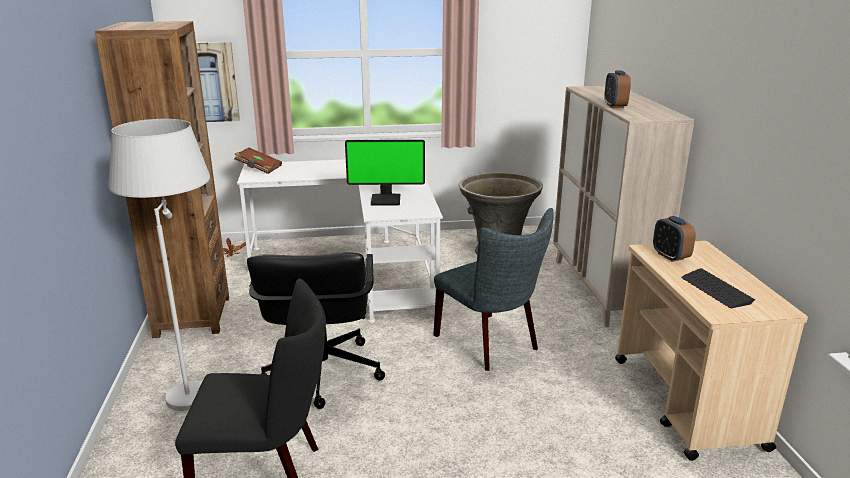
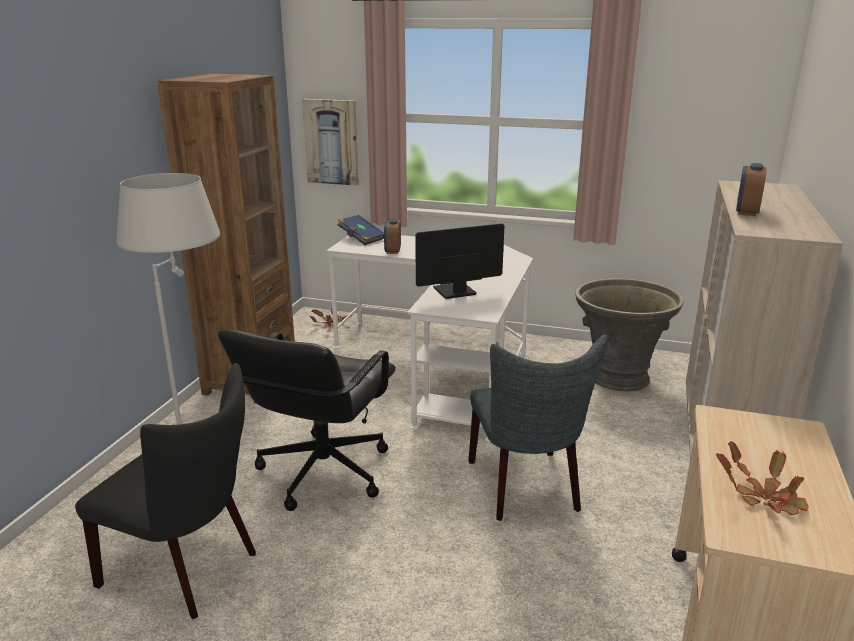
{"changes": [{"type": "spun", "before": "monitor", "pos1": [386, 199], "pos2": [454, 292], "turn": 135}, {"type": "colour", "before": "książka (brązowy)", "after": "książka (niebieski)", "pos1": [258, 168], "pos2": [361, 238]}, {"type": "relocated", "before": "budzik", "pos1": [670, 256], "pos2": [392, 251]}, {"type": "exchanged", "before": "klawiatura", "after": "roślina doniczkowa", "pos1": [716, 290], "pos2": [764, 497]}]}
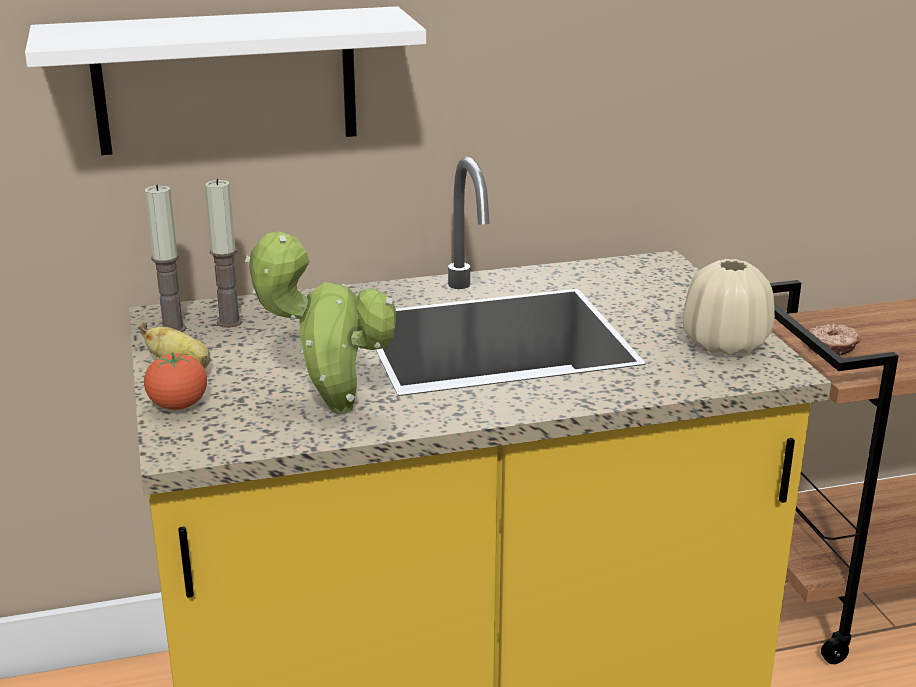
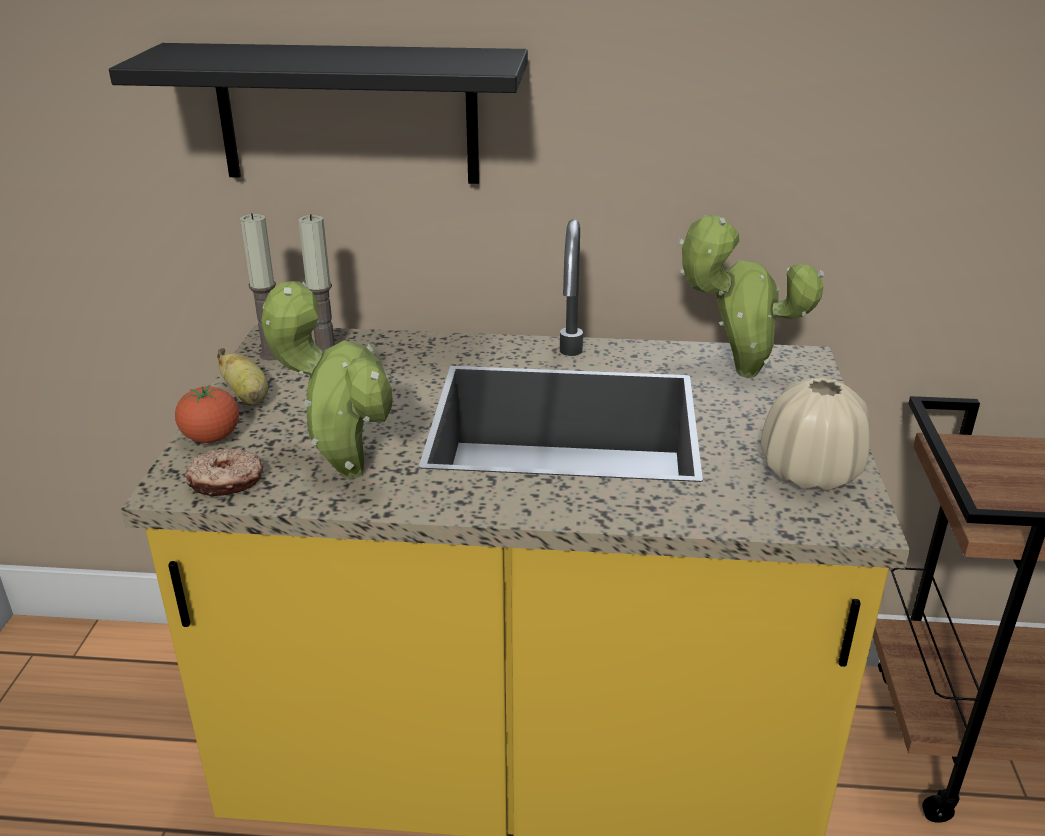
{"changes": [{"type": "colour", "before": "półka (biały)", "after": "półka (czarny)", "pos1": [226, 81], "pos2": [348, 114]}, {"type": "relocated", "before": "donut", "pos1": [832, 347], "pos2": [226, 482]}, {"type": "appeared", "after": "roślina doniczkowa", "pos2": [738, 373]}]}
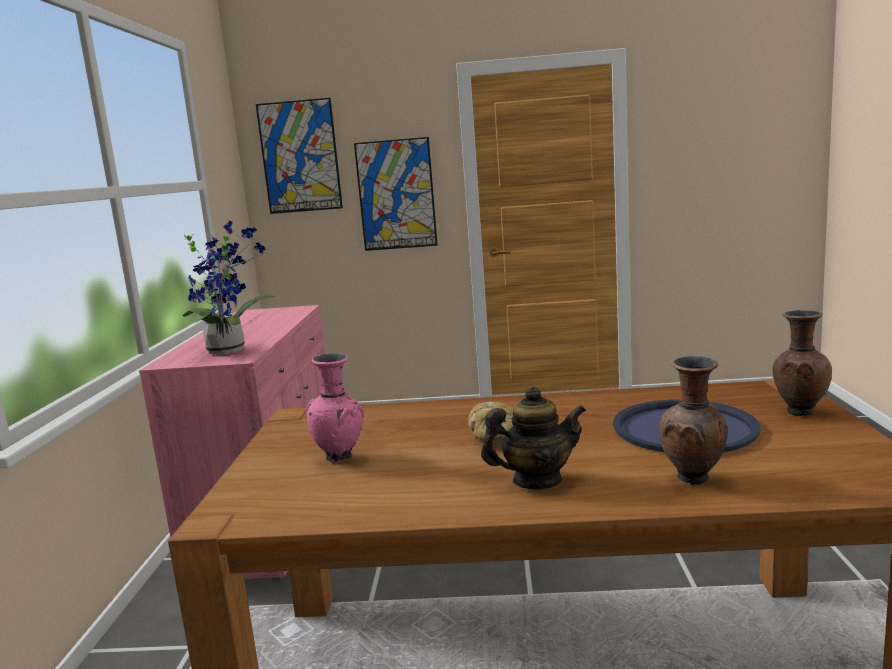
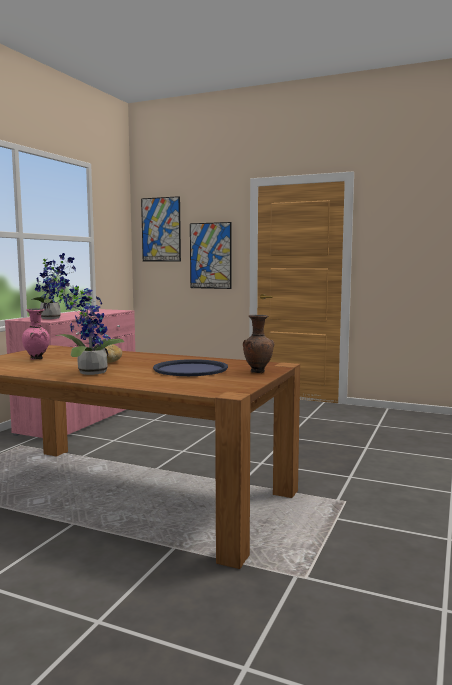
{"changes": [{"type": "missing", "before": "wazon (brązowy)", "pos1": [693, 480]}, {"type": "exchanged", "before": "imbryk", "after": "roślina doniczkowa", "pos1": [536, 481], "pos2": [88, 373]}]}
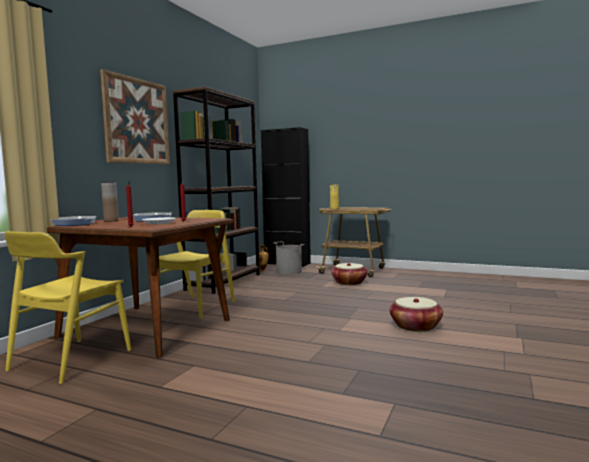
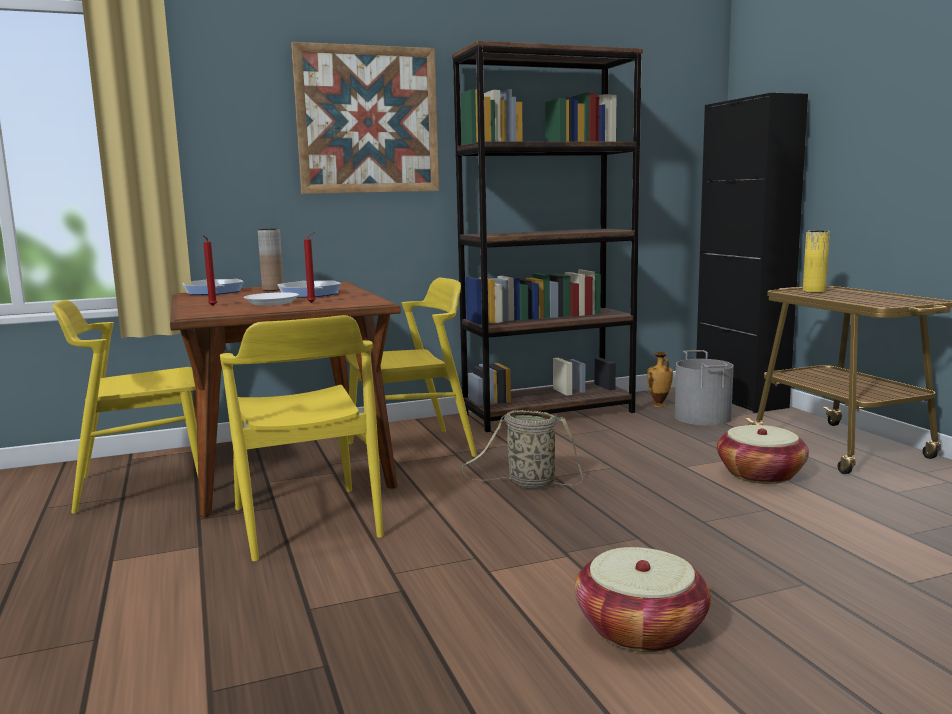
{"changes": [{"type": "appeared", "after": "krzesło (żółty)", "pos2": [305, 523]}, {"type": "appeared", "after": "koszyk", "pos2": [528, 483]}]}
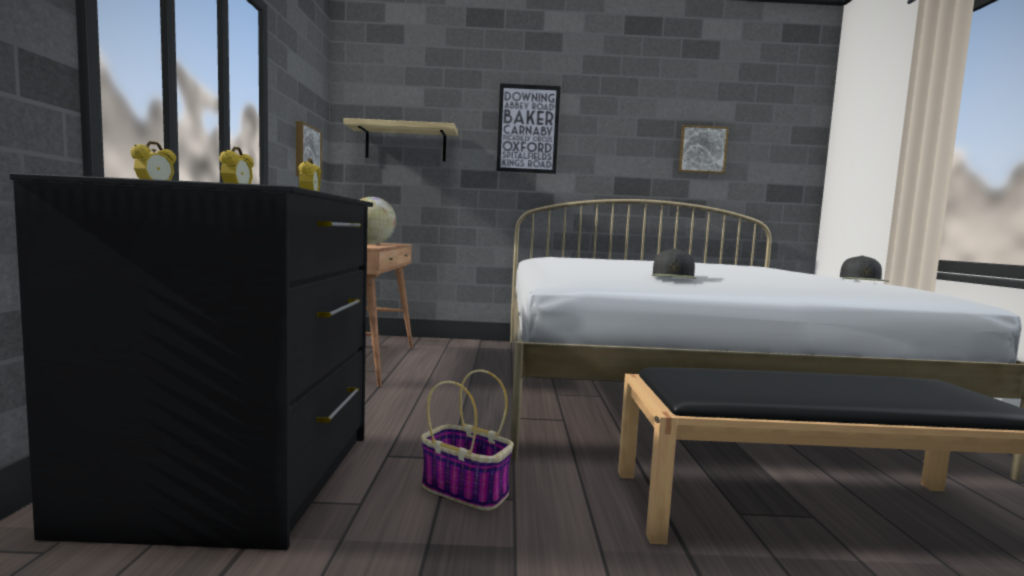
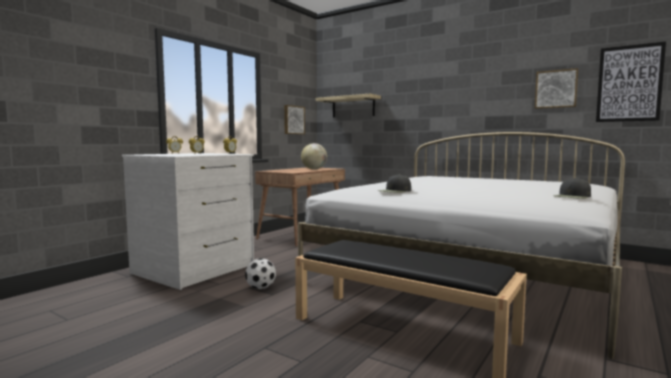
{"changes": [{"type": "relocated", "before": "obraz", "pos1": [528, 129], "pos2": [629, 83]}, {"type": "colour", "before": "komoda (czarny)", "after": "komoda (biały)", "pos1": [238, 479], "pos2": [195, 269]}, {"type": "exchanged", "before": "koszyk", "after": "piłka futbolowa", "pos1": [467, 490], "pos2": [261, 288]}]}
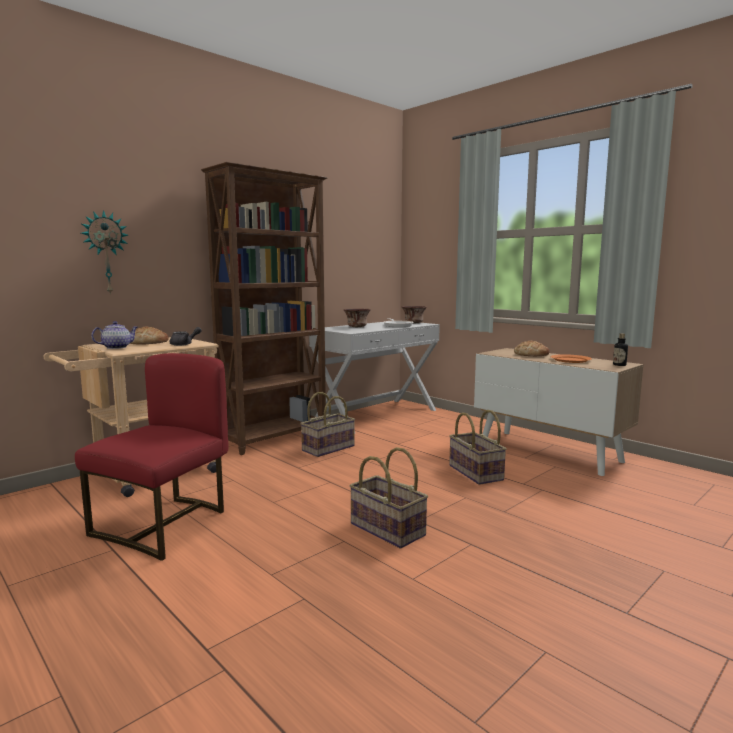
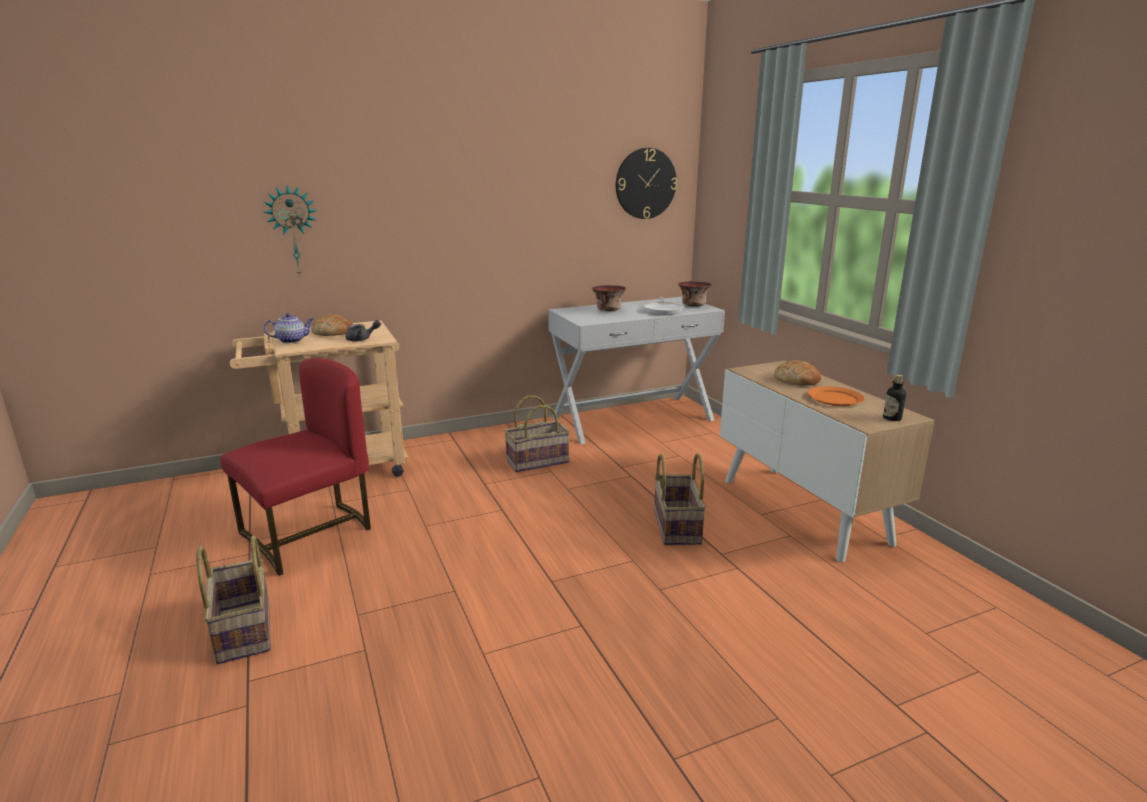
{"changes": [{"type": "missing", "before": "regał (brązowy)", "pos1": [276, 438]}, {"type": "relocated", "before": "koszyk", "pos1": [386, 530], "pos2": [242, 630]}, {"type": "appeared", "after": "zegar ścienny", "pos2": [645, 183]}]}
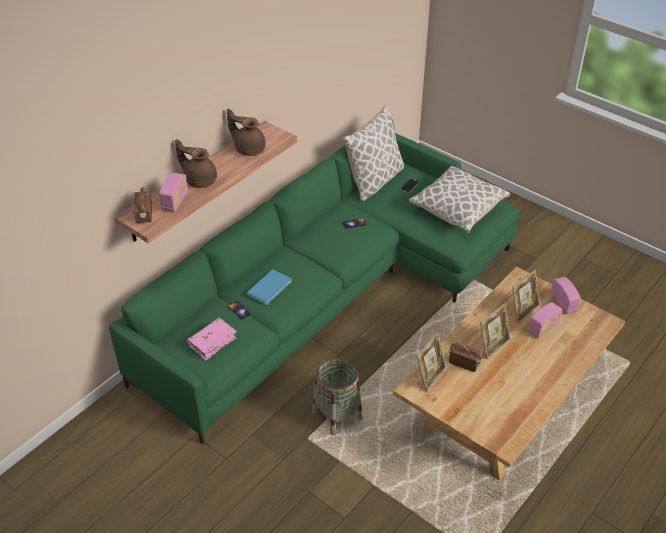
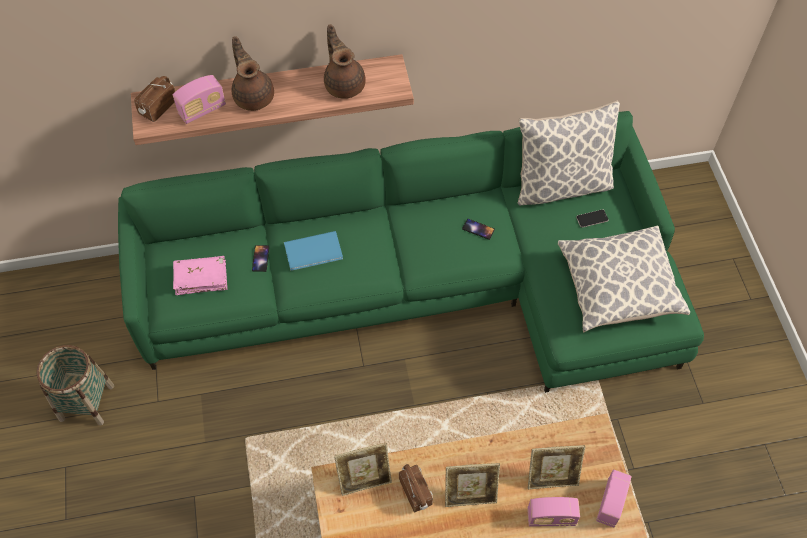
{"changes": [{"type": "relocated", "before": "koszyk", "pos1": [337, 415], "pos2": [87, 402]}]}
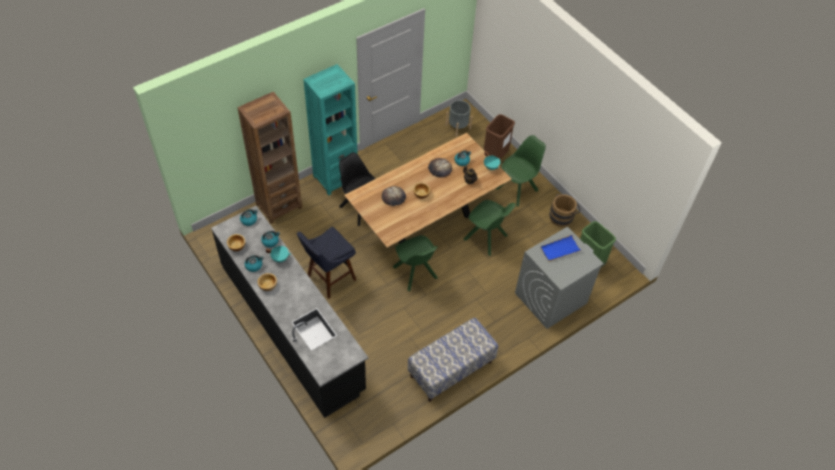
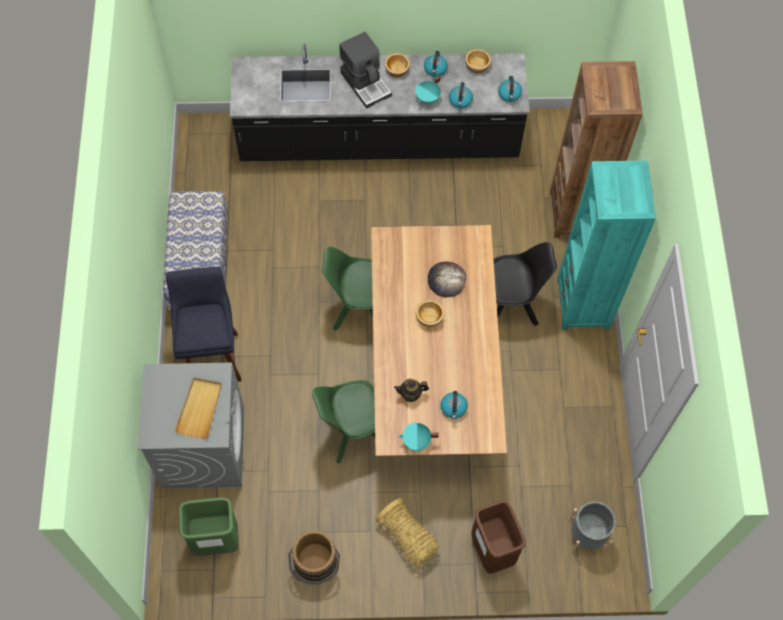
{"changes": [{"type": "exchanged", "before": "krzesło (zielony)", "after": "koszyk", "pos1": [517, 189], "pos2": [408, 538]}, {"type": "missing", "before": "chleb", "pos1": [440, 168]}, {"type": "relocated", "before": "stołek (niebieski)", "pos1": [329, 279], "pos2": [212, 355]}, {"type": "colour", "before": "taca (niebieski)", "after": "taca (beżowy)", "pos1": [560, 249], "pos2": [200, 408]}, {"type": "appeared", "after": "ekspres do kawy", "pos2": [366, 83]}]}
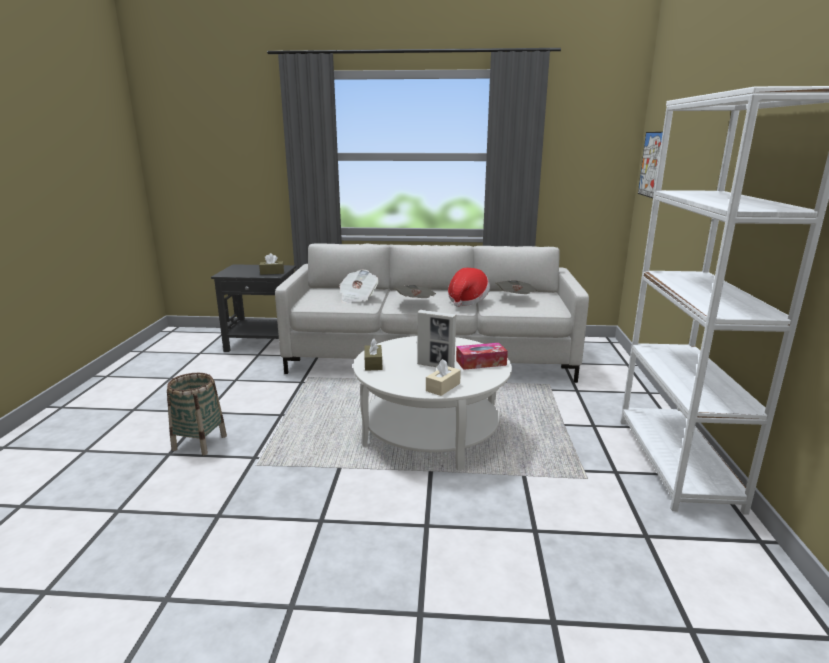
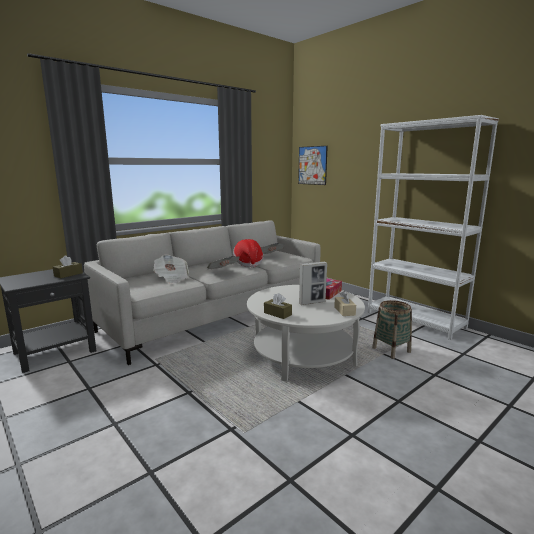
{"changes": [{"type": "relocated", "before": "koszyk", "pos1": [199, 443], "pos2": [391, 350]}]}
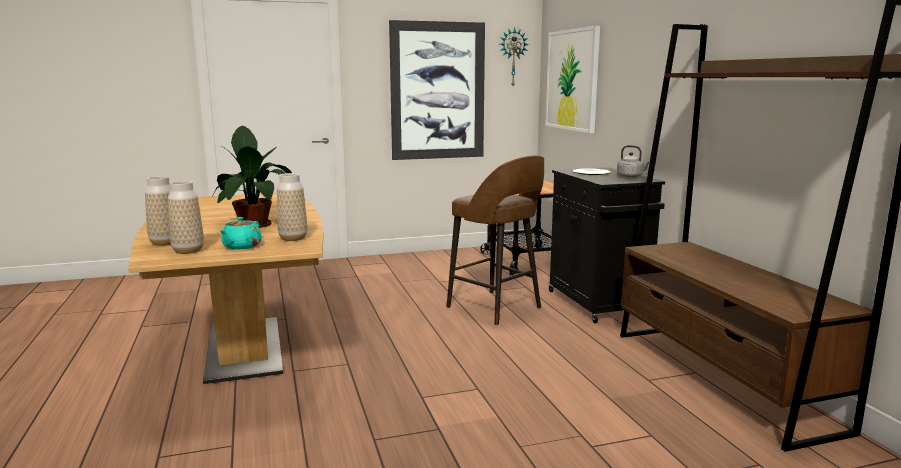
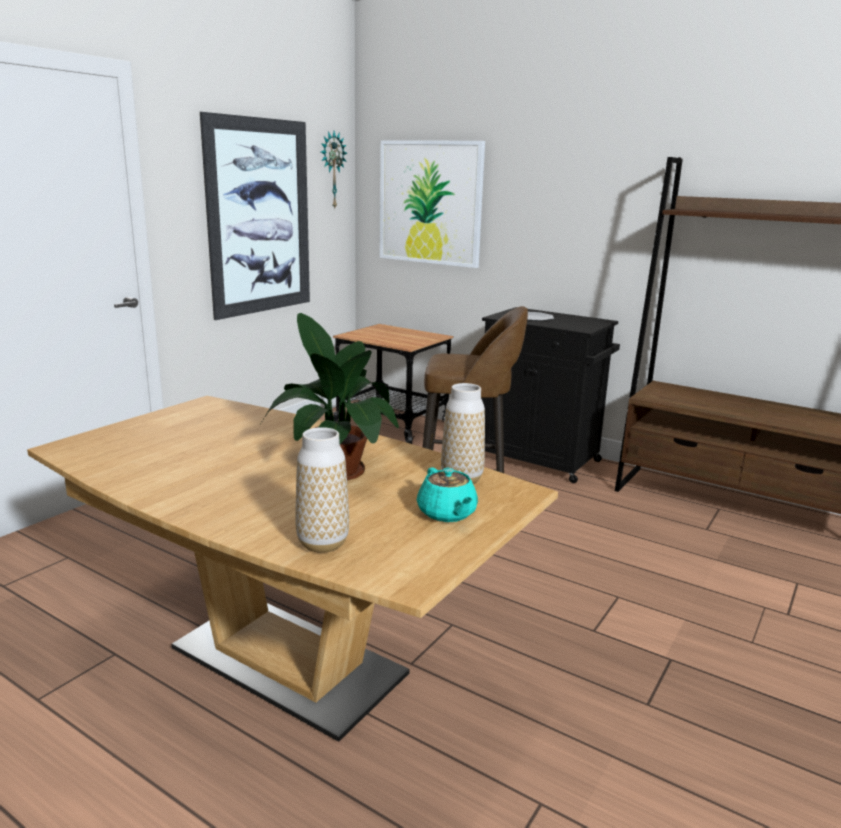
{"changes": [{"type": "missing", "before": "czajnik (szary)", "pos1": [631, 176]}, {"type": "missing", "before": "wazon", "pos1": [188, 251]}]}
